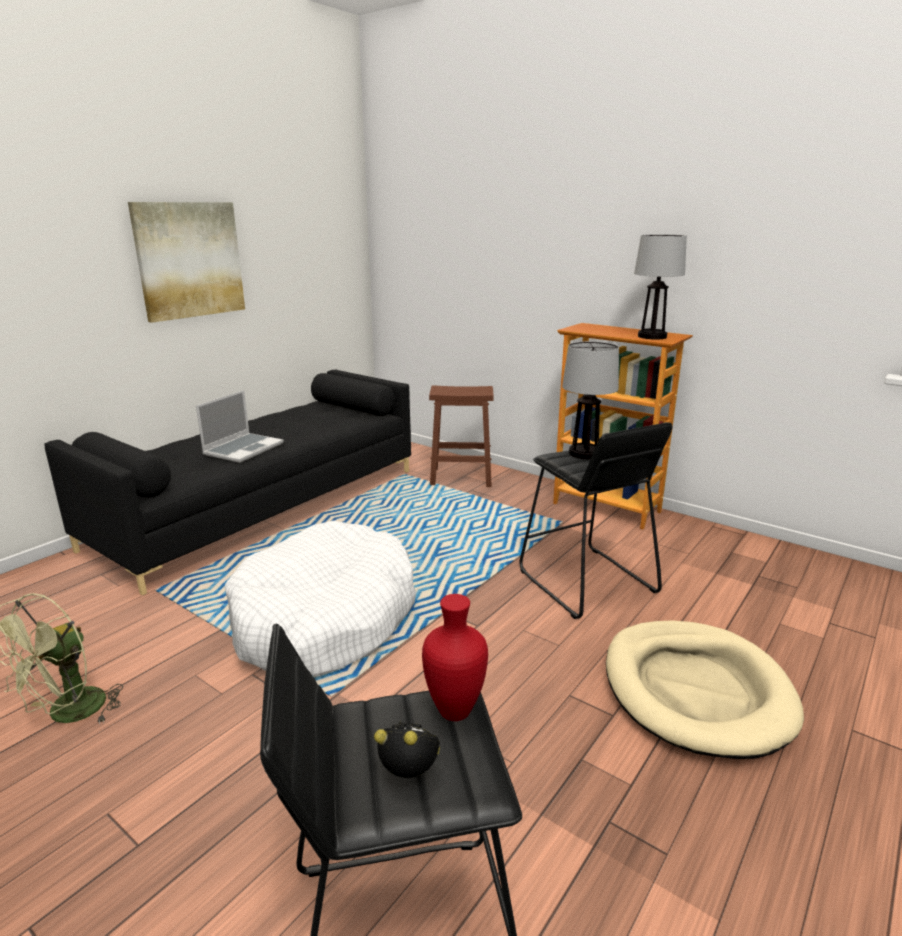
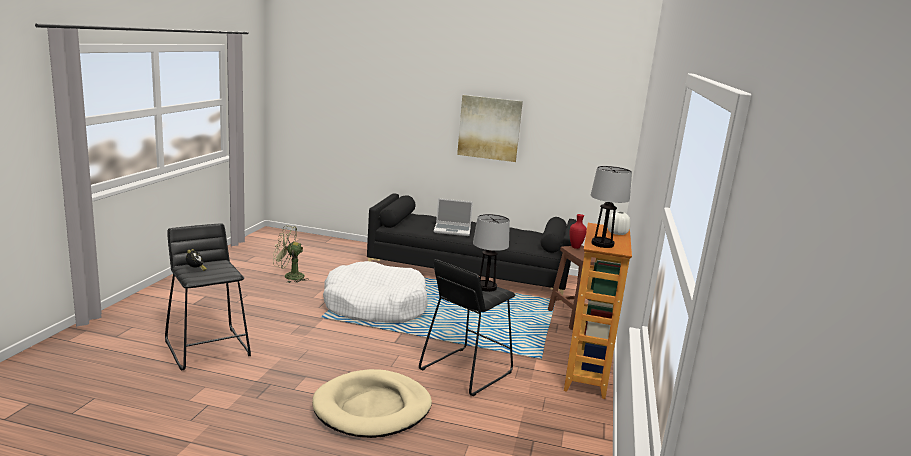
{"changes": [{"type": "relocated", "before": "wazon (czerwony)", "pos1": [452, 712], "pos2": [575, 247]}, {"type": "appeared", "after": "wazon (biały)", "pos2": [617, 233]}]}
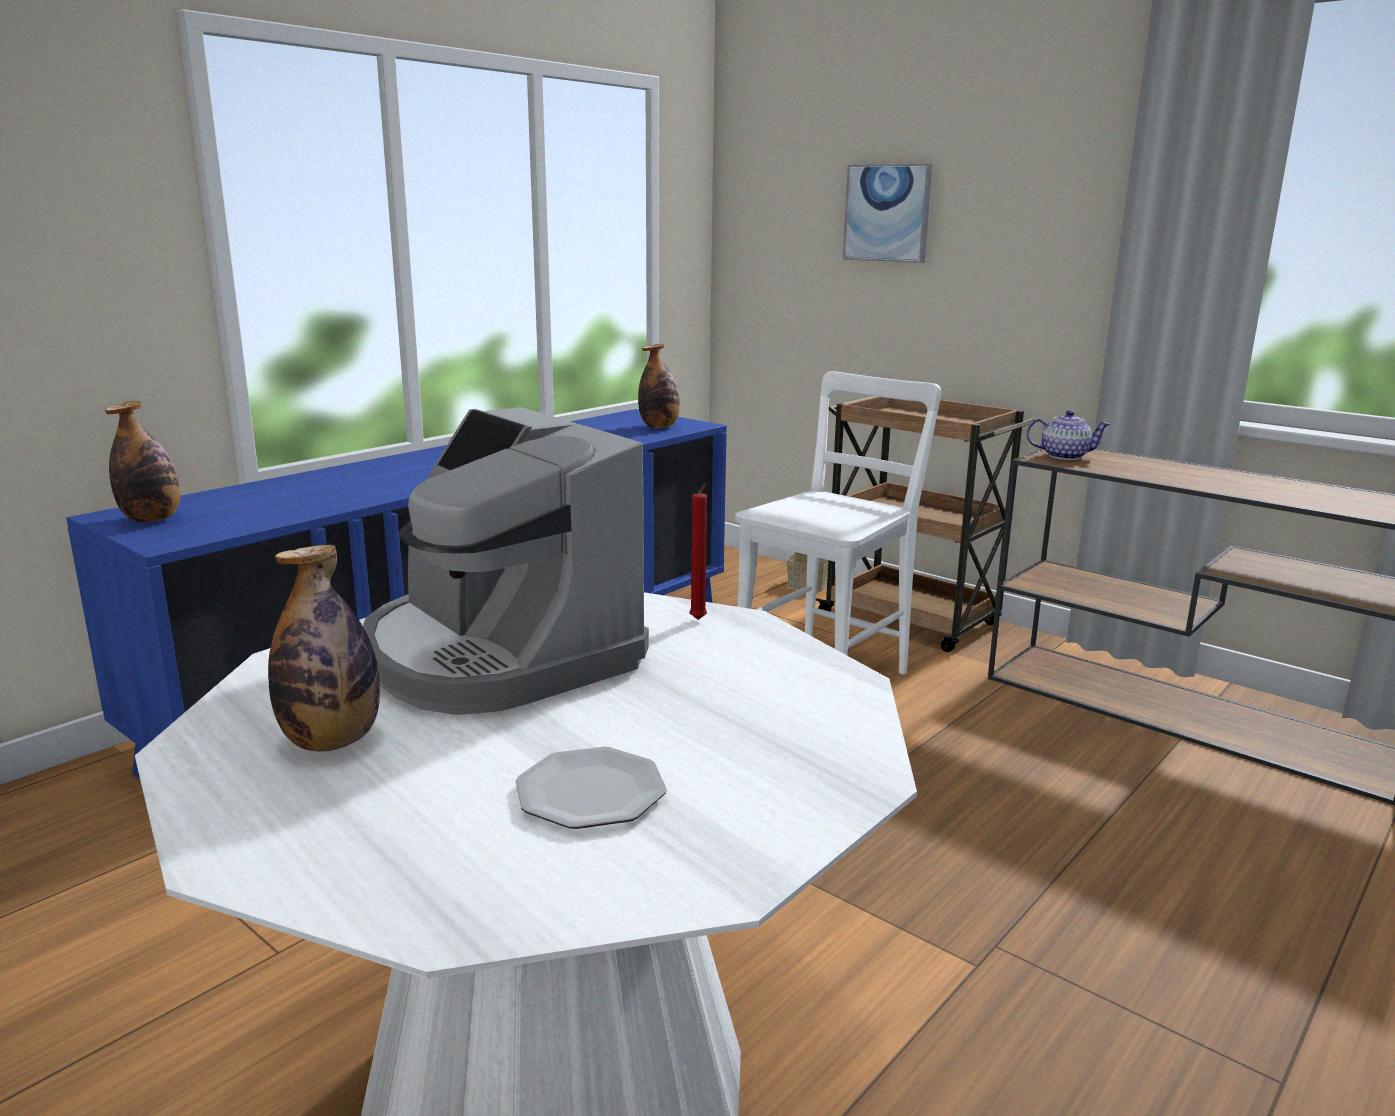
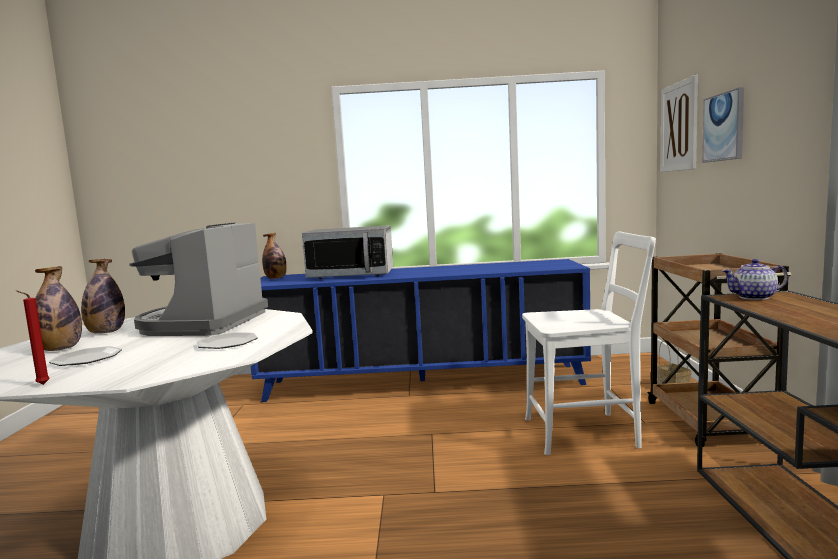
{"changes": [{"type": "relocated", "before": "butelka", "pos1": [659, 427], "pos2": [60, 349]}, {"type": "spun", "before": "imbryk", "pos1": [1064, 456], "pos2": [754, 297], "turn": 120}, {"type": "relocated", "before": "świeca (czerwony)", "pos1": [698, 621], "pos2": [41, 385]}, {"type": "appeared", "after": "obraz", "pos2": [679, 127]}, {"type": "appeared", "after": "mikrofalówka", "pos2": [351, 275]}, {"type": "appeared", "after": "talerz", "pos2": [228, 343]}]}
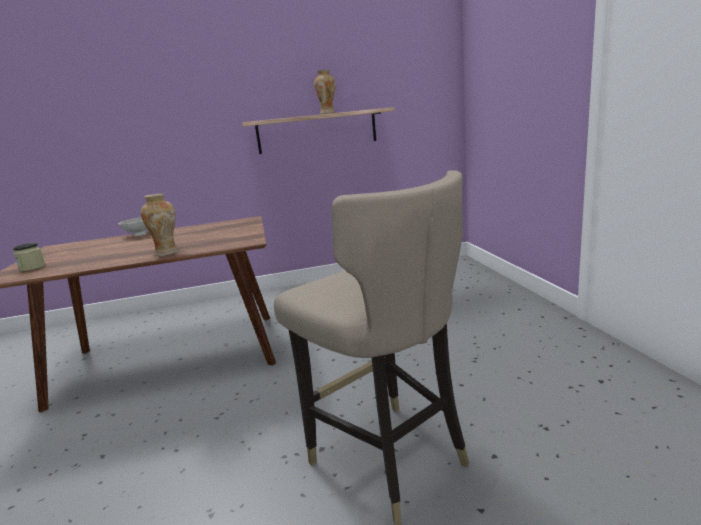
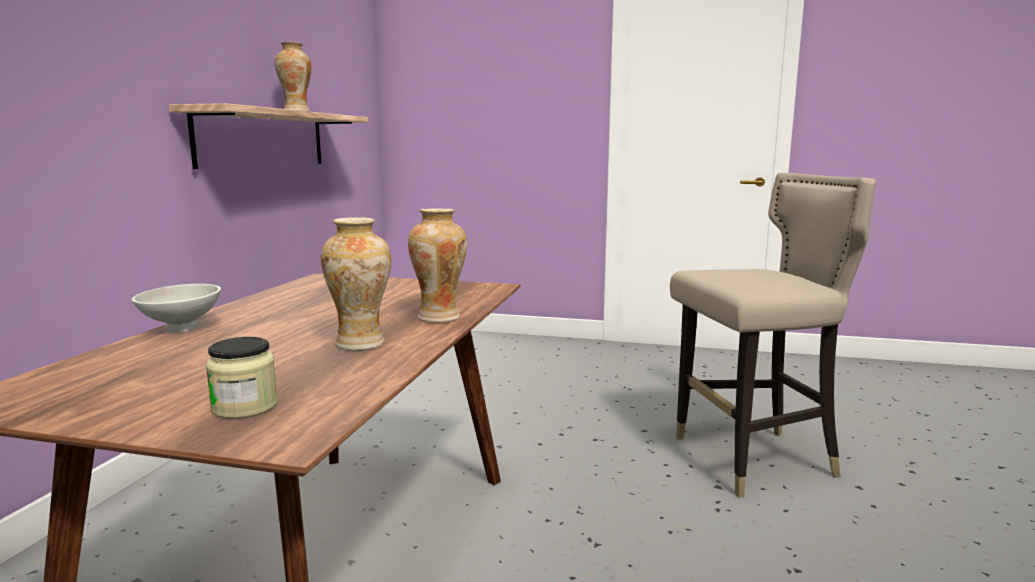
{"changes": [{"type": "appeared", "after": "wazon", "pos2": [361, 344]}]}
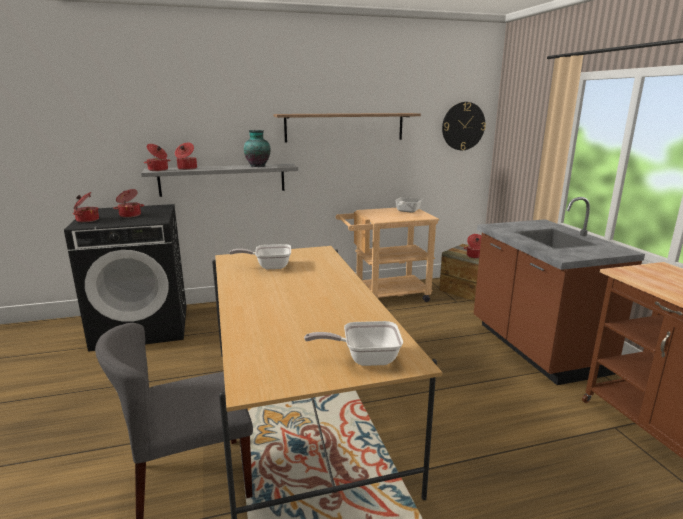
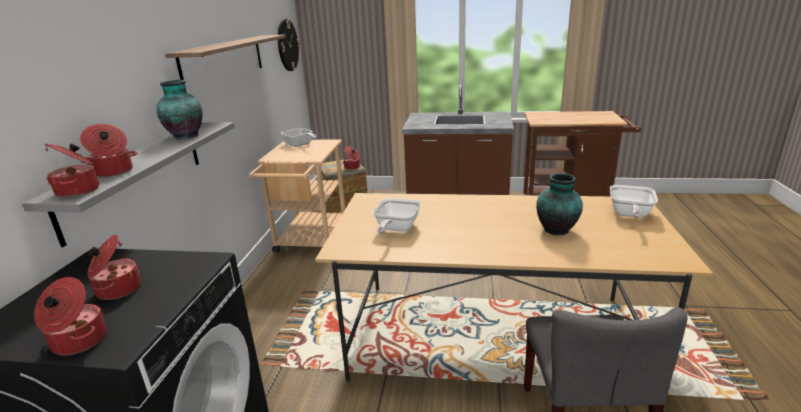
{"changes": [{"type": "appeared", "after": "wazon", "pos2": [557, 230]}]}
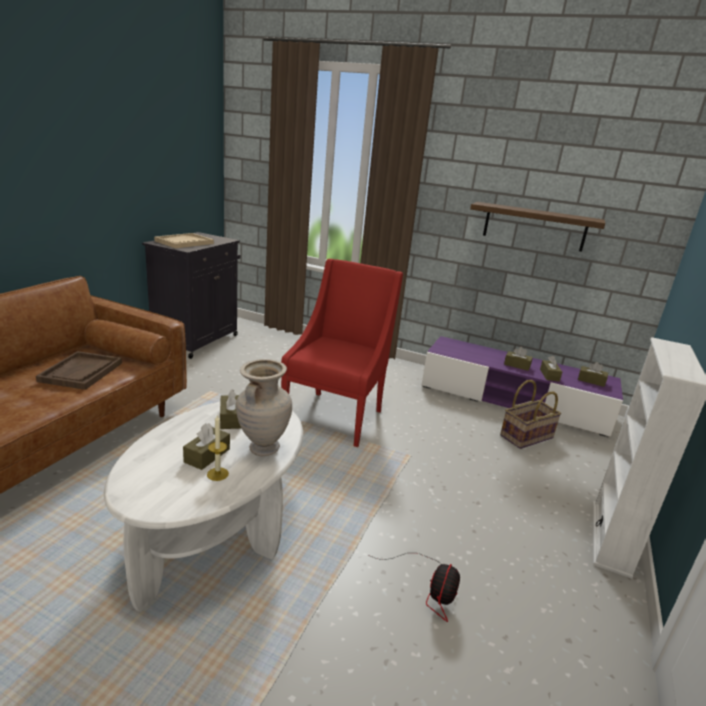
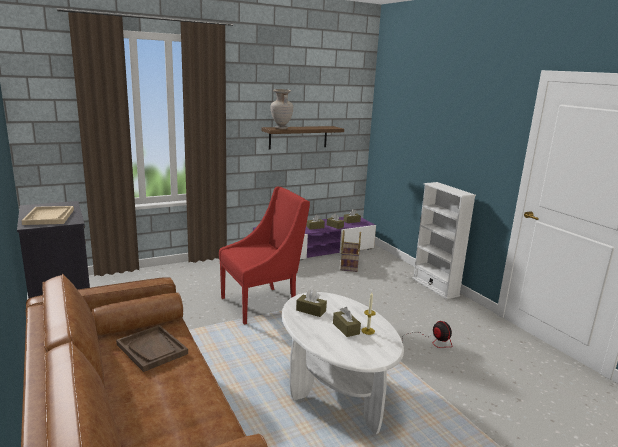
{"changes": [{"type": "spun", "before": "fotel (czerwony)", "pos1": [335, 416], "pos2": [262, 304], "turn": 90}, {"type": "relocated", "before": "wazon (beżowy)", "pos1": [263, 448], "pos2": [281, 128]}]}
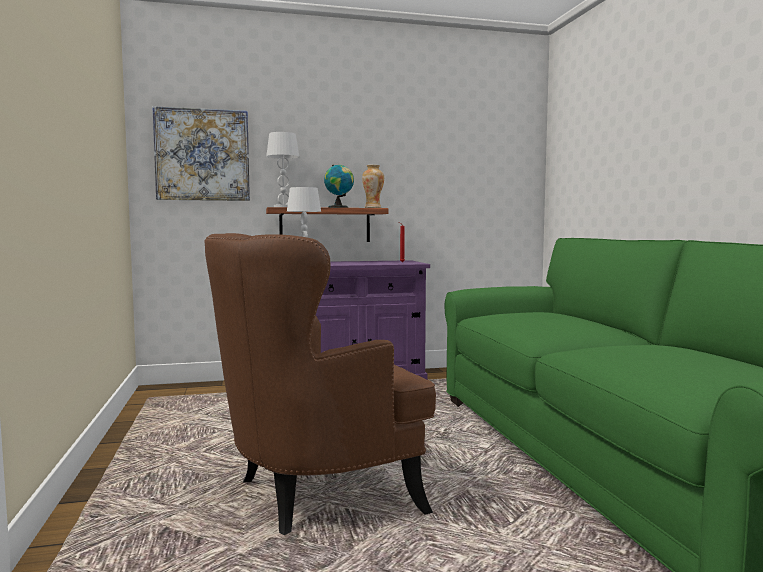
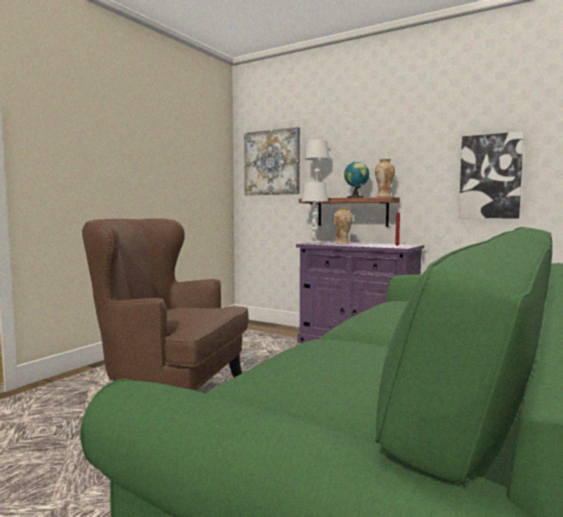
{"changes": [{"type": "appeared", "after": "obraz", "pos2": [490, 176]}, {"type": "appeared", "after": "wazon", "pos2": [342, 243]}]}
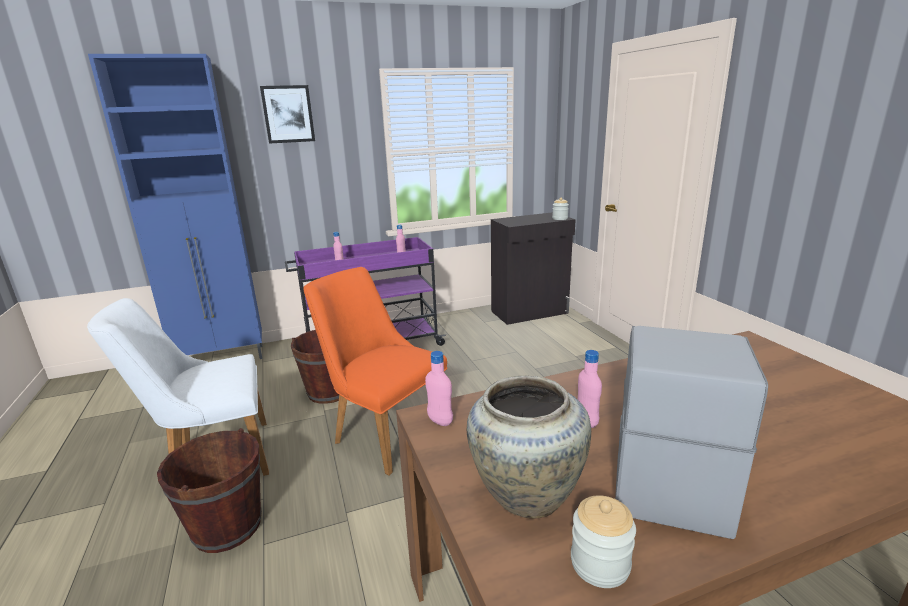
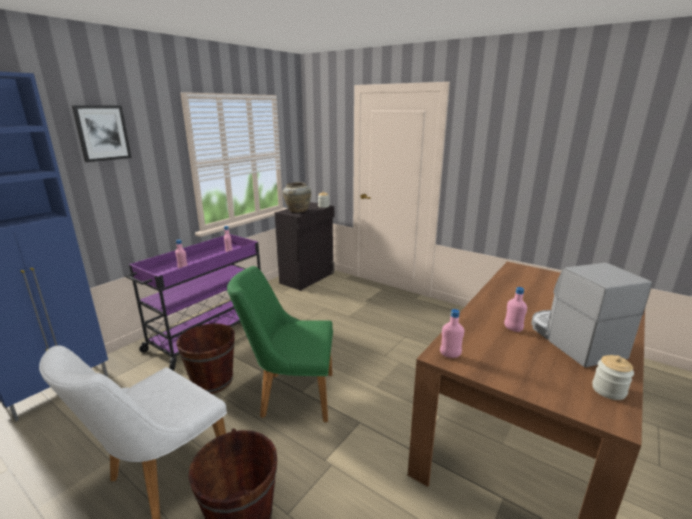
{"changes": [{"type": "colour", "before": "krzesło (pomarańczowy)", "after": "krzesło (zielony)", "pos1": [382, 431], "pos2": [290, 394]}, {"type": "relocated", "before": "wazon (beżowy)", "pos1": [525, 491], "pos2": [297, 210]}]}
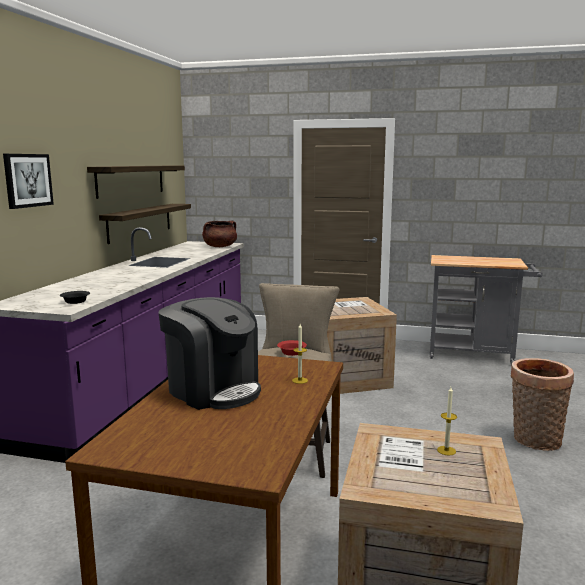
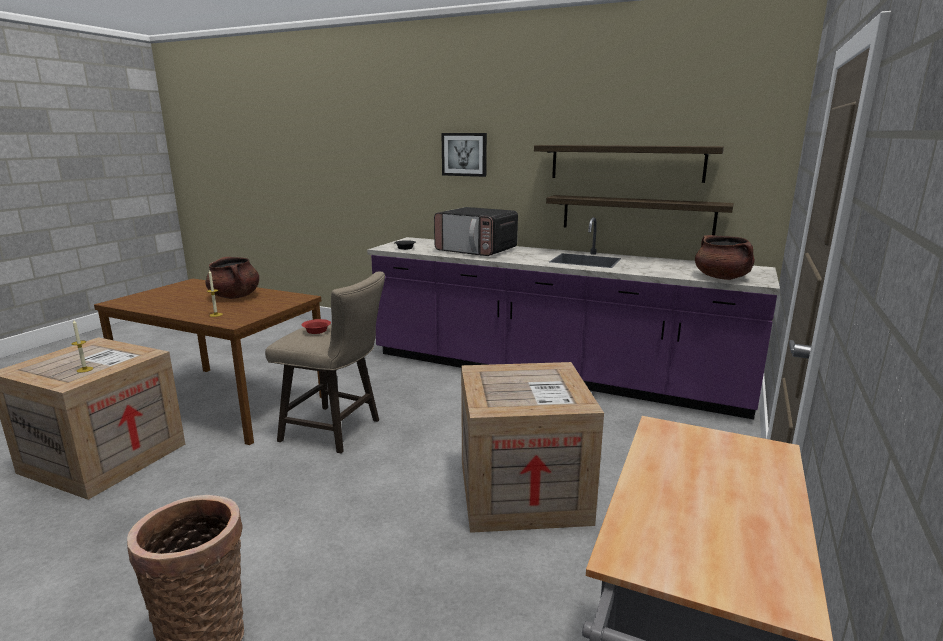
{"changes": [{"type": "exchanged", "before": "ekspres do kawy", "after": "garnek (brązowy)", "pos1": [213, 390], "pos2": [235, 296]}, {"type": "appeared", "after": "mikrofalówka", "pos2": [476, 250]}]}
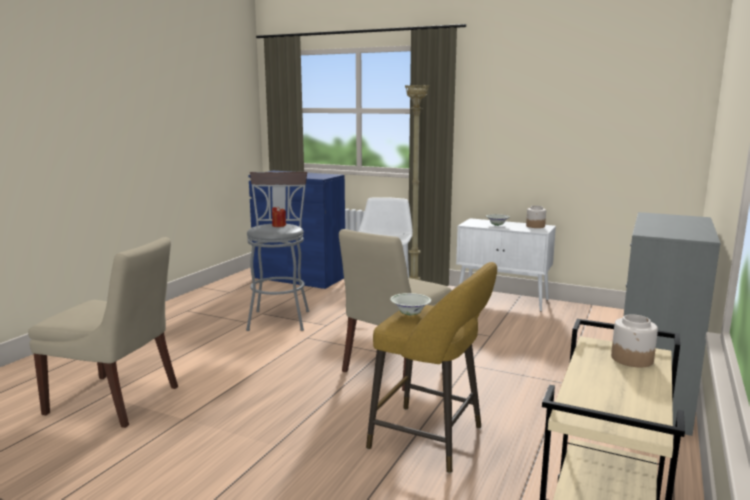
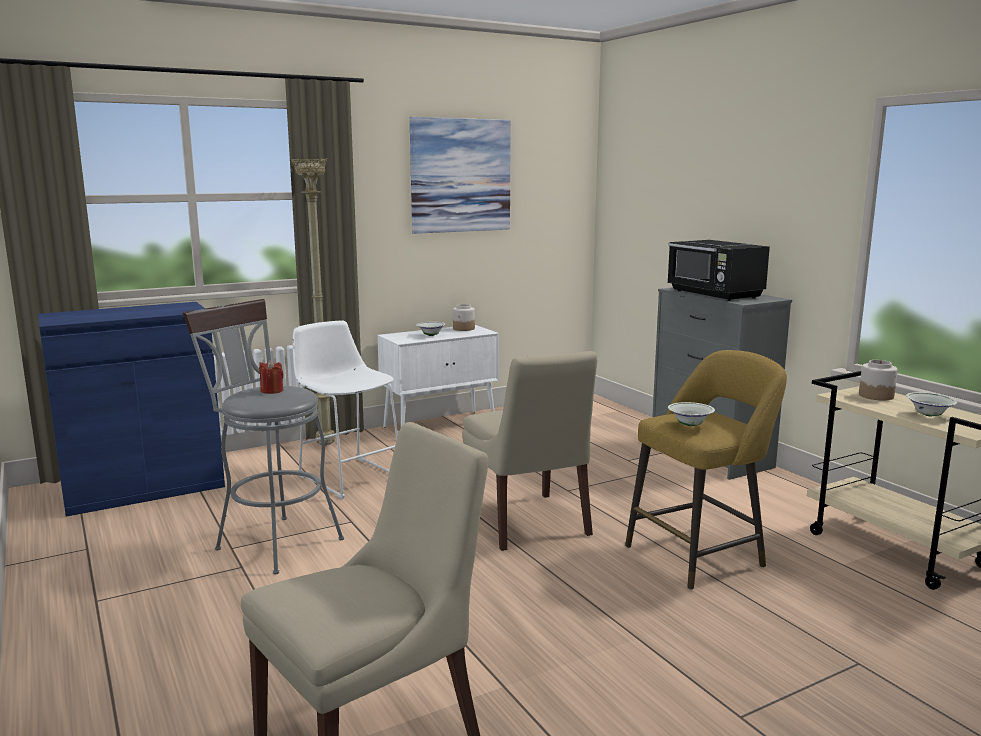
{"changes": [{"type": "appeared", "after": "obraz", "pos2": [460, 175]}, {"type": "appeared", "after": "mikrofalówka (czarny)", "pos2": [714, 294]}, {"type": "appeared", "after": "miska (biały)", "pos2": [928, 415]}]}
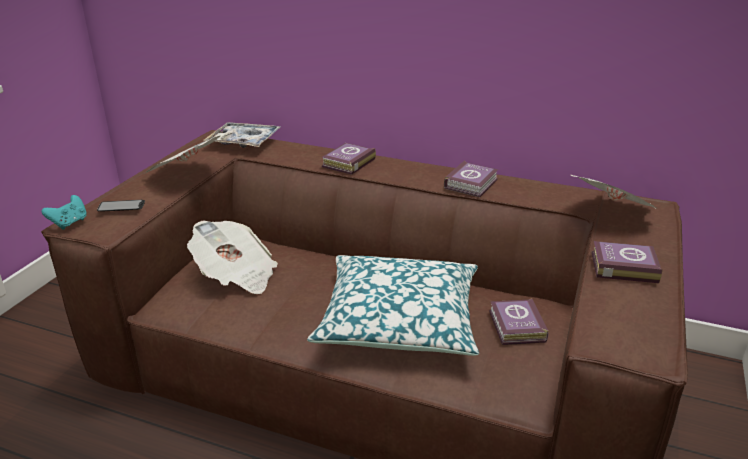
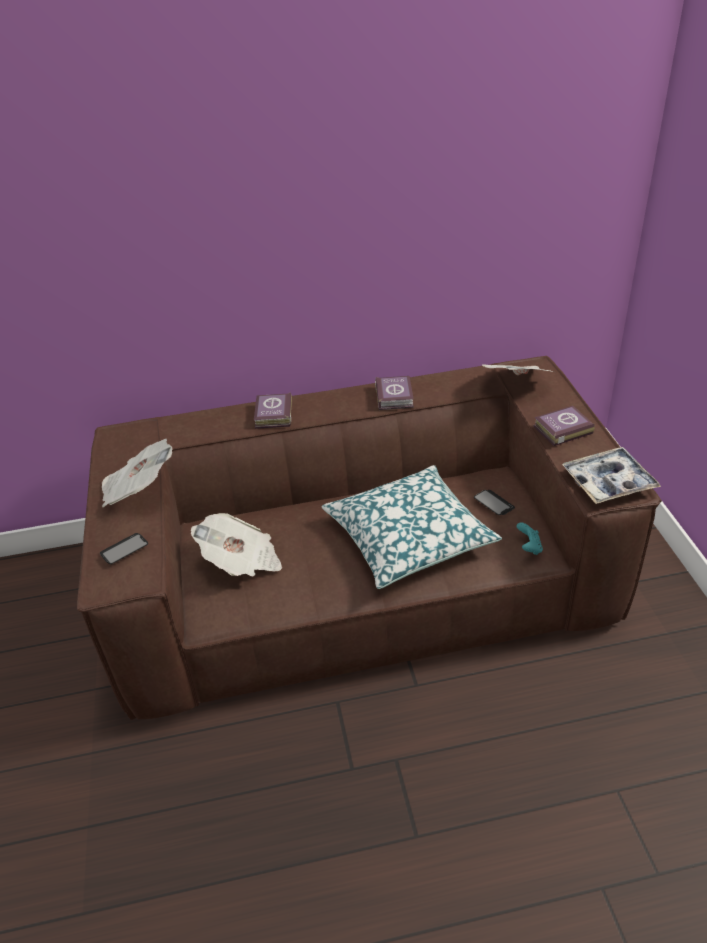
{"changes": [{"type": "relocated", "before": "taca", "pos1": [244, 141], "pos2": [608, 482]}, {"type": "relocated", "before": "pad do gier (turkusowy)", "pos1": [69, 223], "pos2": [529, 547]}, {"type": "exchanged", "before": "książka", "after": "telefon", "pos1": [516, 327], "pos2": [494, 503]}]}
